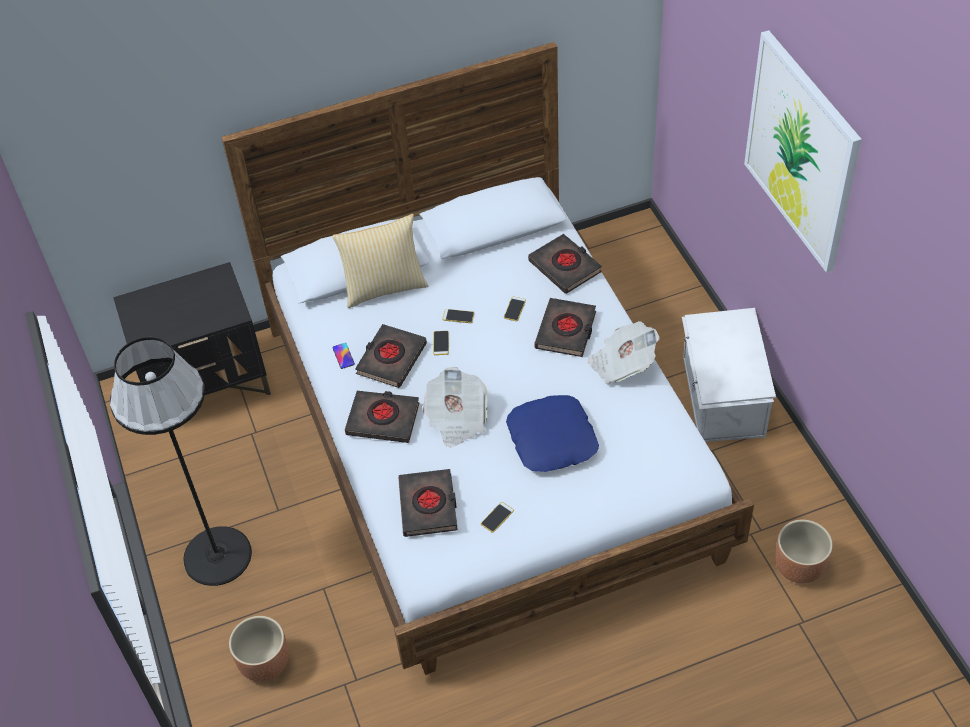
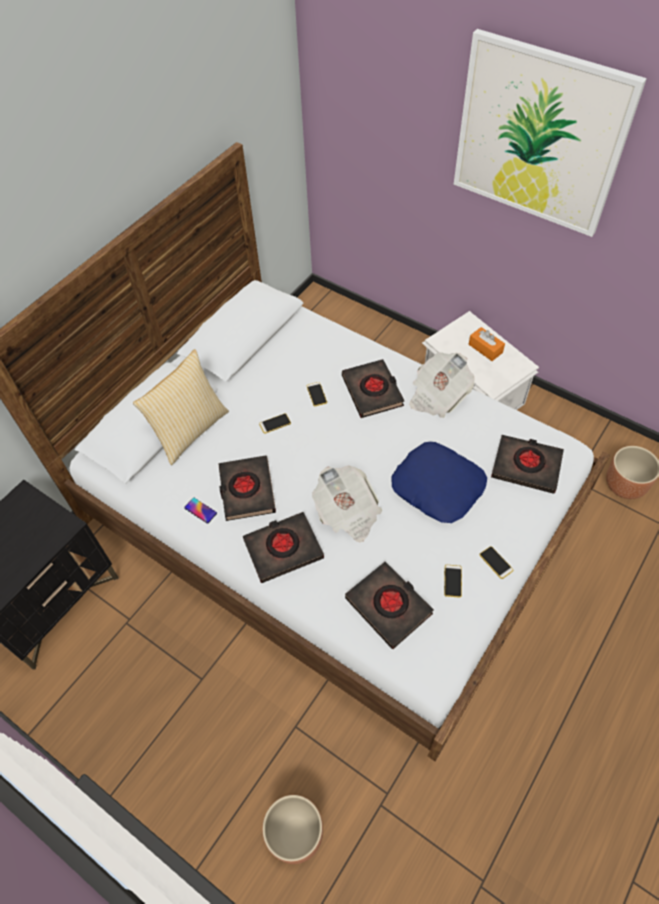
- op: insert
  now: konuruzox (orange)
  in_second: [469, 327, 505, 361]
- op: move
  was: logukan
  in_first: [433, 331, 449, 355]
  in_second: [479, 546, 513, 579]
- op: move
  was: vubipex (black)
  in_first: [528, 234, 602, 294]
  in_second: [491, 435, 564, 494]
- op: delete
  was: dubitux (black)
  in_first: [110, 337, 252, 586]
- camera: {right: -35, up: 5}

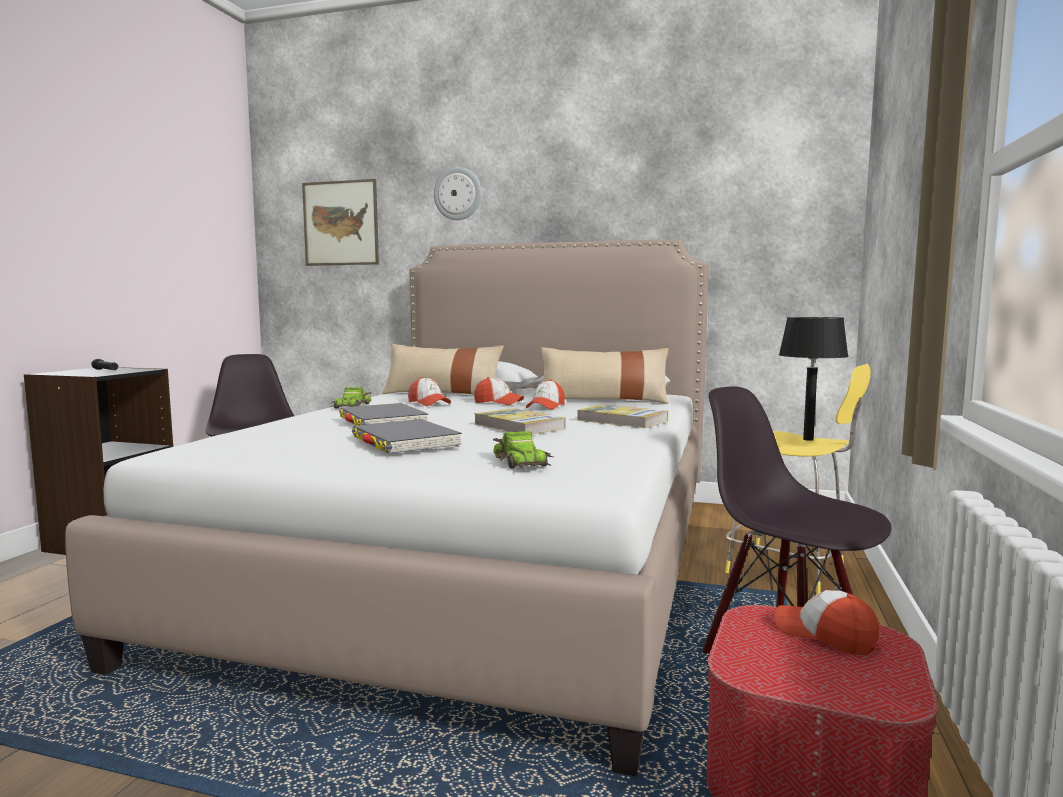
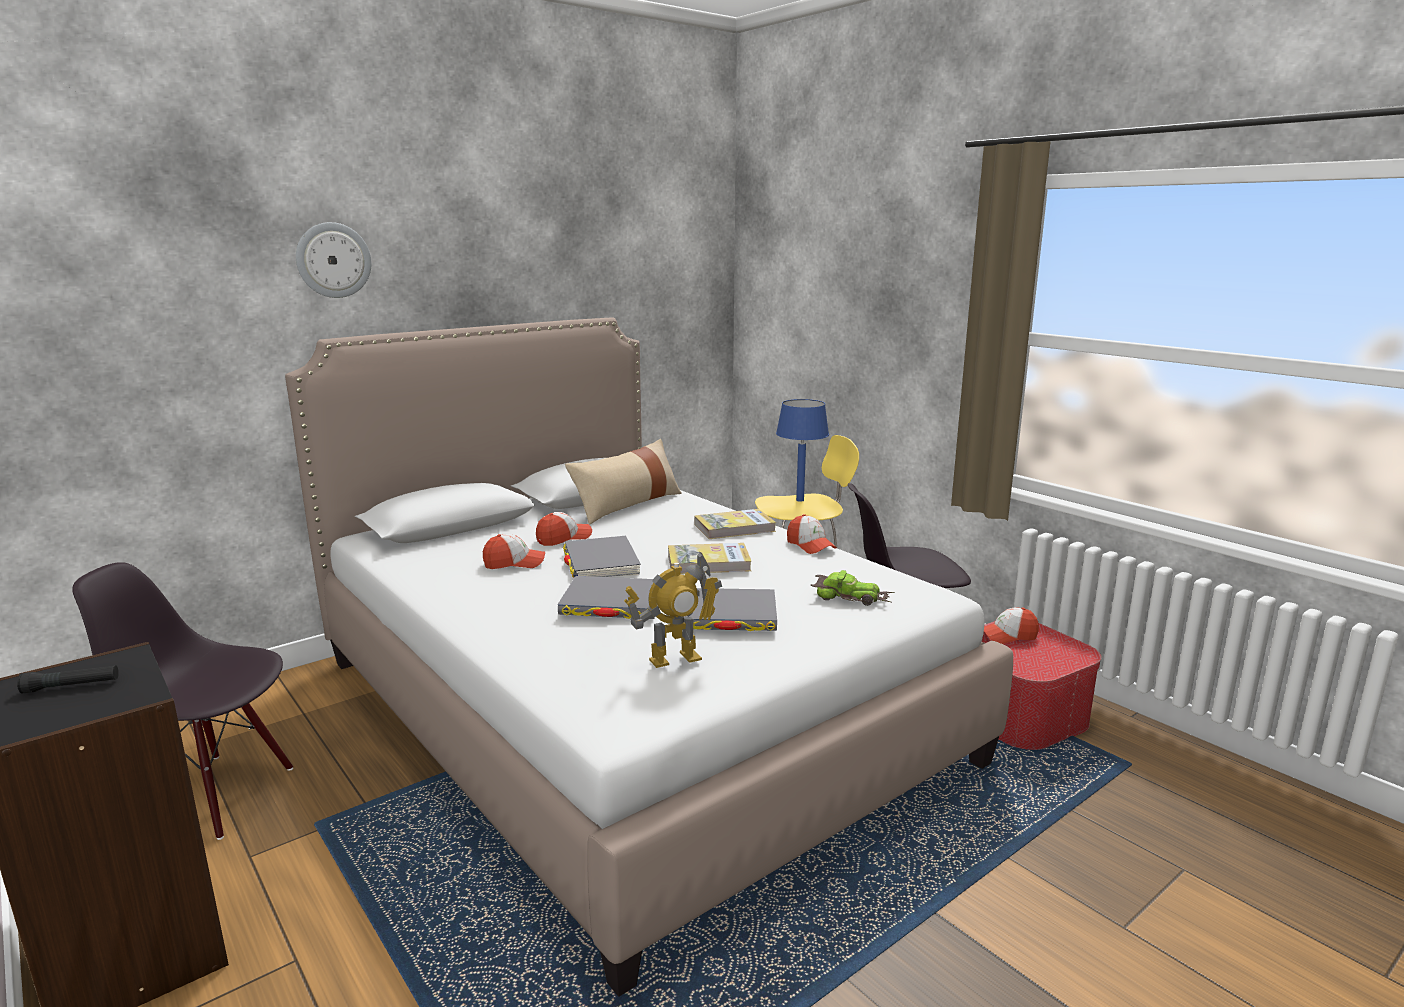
- op: insert
  now: vubipex (grey)
  in_second: [563, 536, 641, 578]
- op: insert
  now: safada
  in_second: [624, 551, 722, 668]
- op: recolor
  was: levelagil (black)
  now: levelagil (blue)
  in_first: [779, 317, 849, 441]
  in_second: [776, 399, 829, 502]
- op: move
  was: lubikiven
  in_first: [526, 380, 565, 410]
  in_second: [787, 514, 837, 554]
- op: delete
  was: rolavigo
  in_first: [302, 179, 379, 266]
- op: delete
  was: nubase
  in_first: [331, 387, 372, 409]
- op: delete
  was: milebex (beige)
  in_first: [382, 344, 504, 394]
- camera: {right: -55, up: 10}

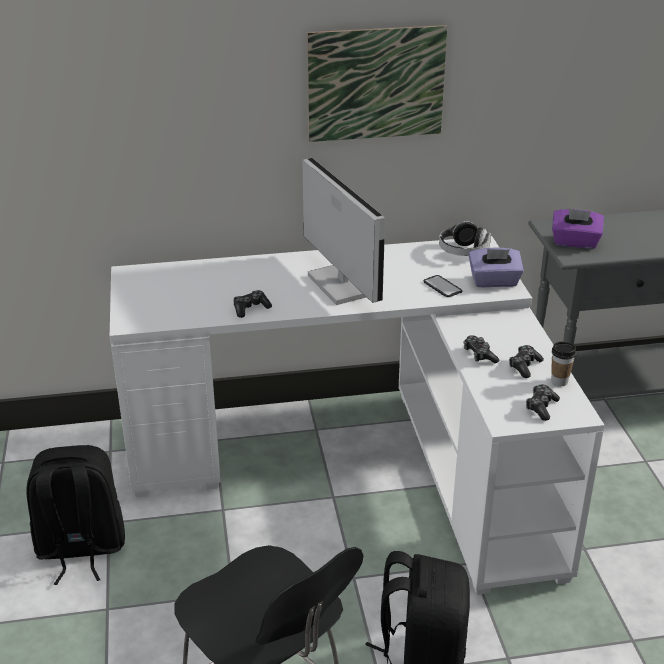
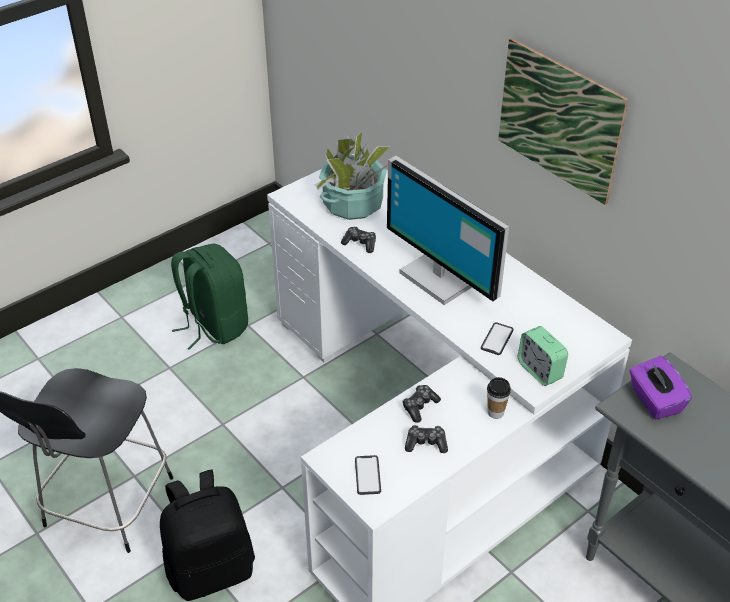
- op: recolor
  was: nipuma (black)
  now: nipuma (green)
  in_first: [27, 445, 125, 585]
  in_second: [171, 243, 248, 350]
- op: insert
  now: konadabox
  in_second: [315, 131, 390, 220]
- op: replace
  was: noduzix
  now: logukan
  in_first: [526, 384, 560, 421]
  in_second: [355, 455, 381, 495]
- op: rotate
  was: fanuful
  in_first: [302, 158, 385, 305]
  in_second: [387, 156, 509, 305]
  clockwise: 105
- op: move
  was: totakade
  in_first: [551, 342, 576, 386]
  in_second: [487, 377, 511, 419]
- op: replace
  was: konuruzox (purple)
  now: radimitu
  in_first: [469, 247, 524, 287]
  in_second: [518, 326, 568, 386]
- op: delete
  was: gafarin
  in_first: [439, 221, 491, 256]
- camera: {right: 60, up: 10}

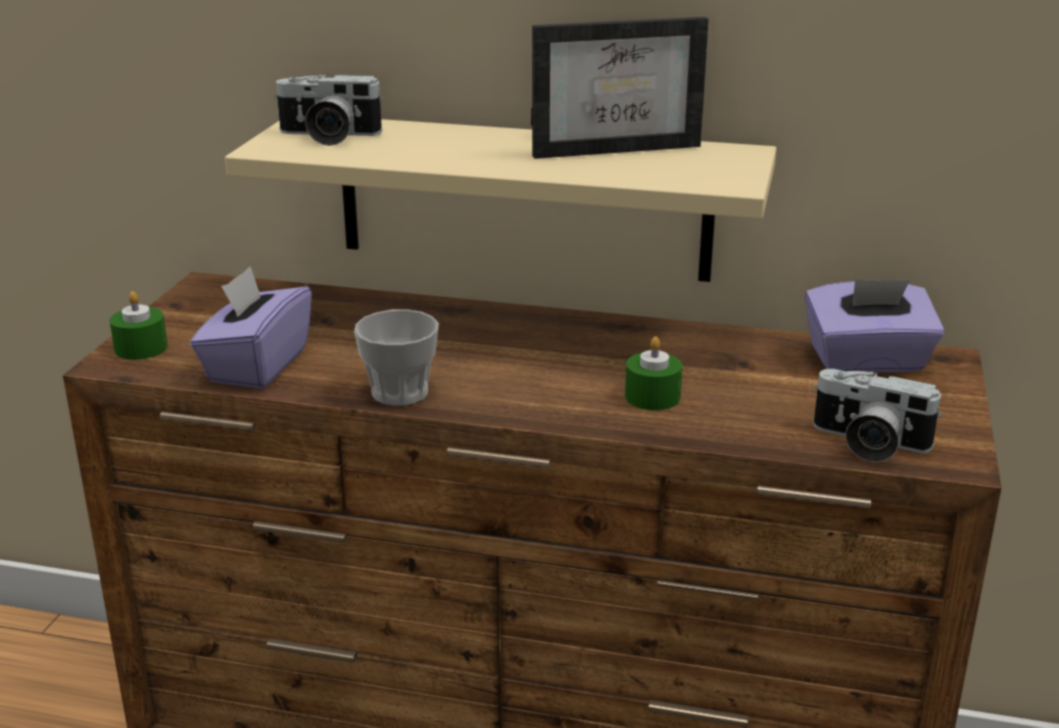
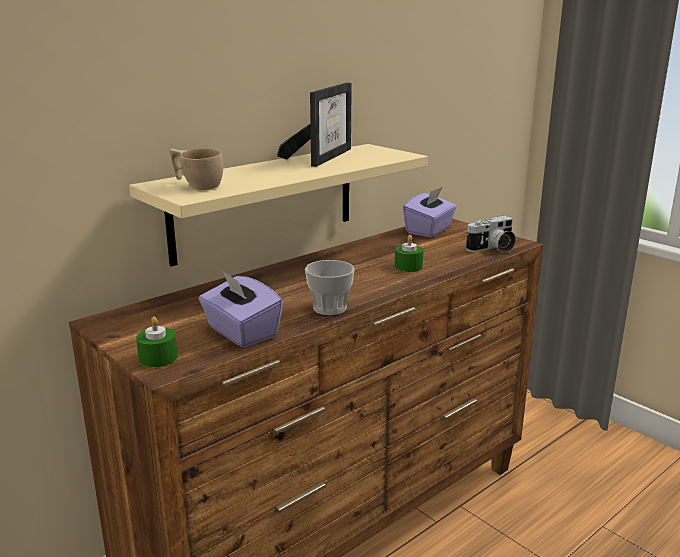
- op: replace
  was: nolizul
  now: totakade (beige)
  in_first: [274, 75, 384, 146]
  in_second: [170, 148, 223, 190]
- camera: {right: -55, up: -5}

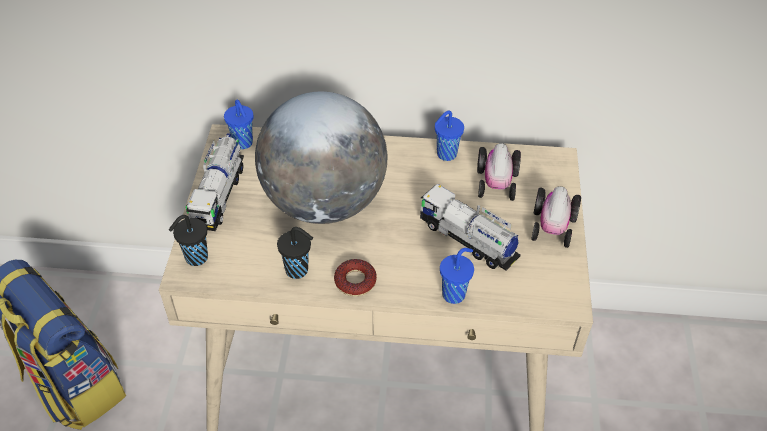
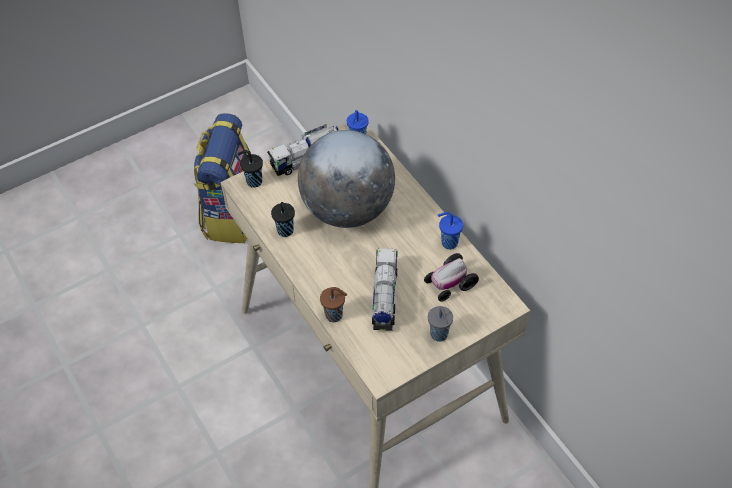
- op: recolor
  was: totakade (blue)
  now: totakade (brown)
  in_first: [440, 248, 474, 304]
  in_second: [320, 287, 347, 322]
- op: replace
  was: nubase
  now: totakade (grey)
  in_first: [531, 186, 581, 248]
  in_second: [428, 306, 453, 342]
- op: delete
  was: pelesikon
  in_first: [334, 259, 377, 296]
- camera: {right: 55, up: 5}

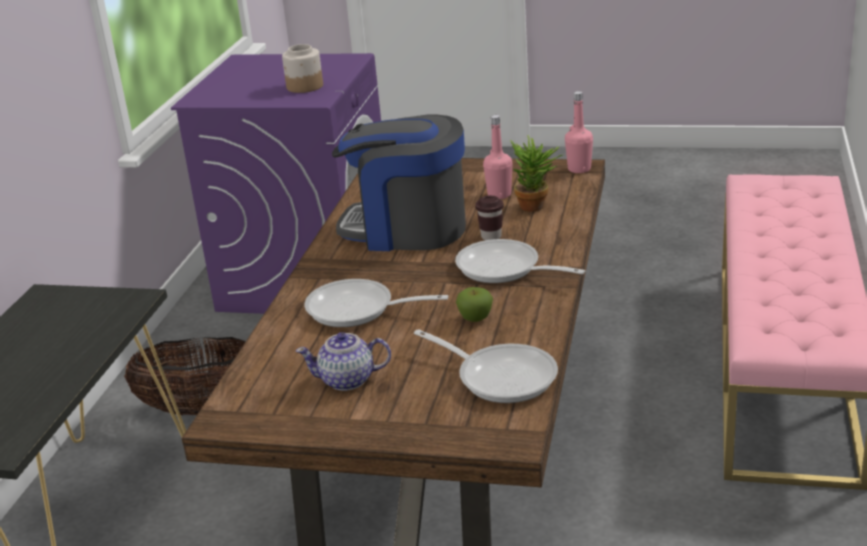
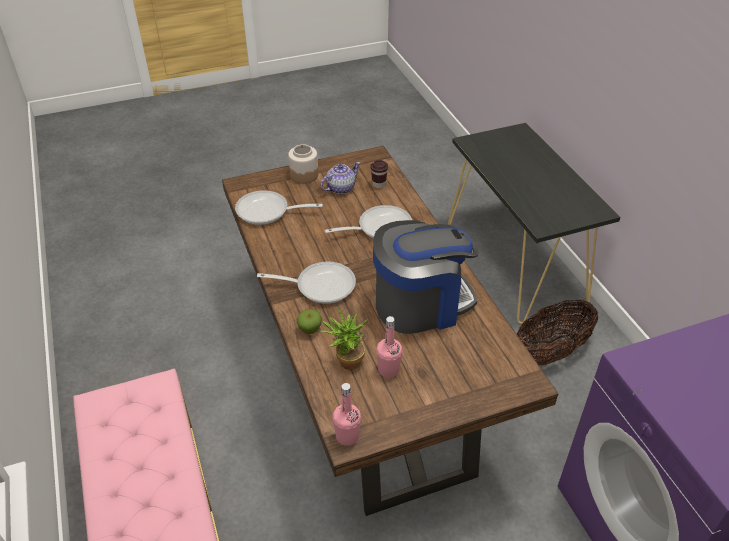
- op: move
  was: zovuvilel
  in_first: [282, 44, 323, 93]
  in_second: [288, 144, 318, 184]
- op: move
  was: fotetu
  in_first: [456, 287, 493, 322]
  in_second: [297, 309, 322, 334]
- op: move
  was: totakade (brown)
  in_first: [475, 195, 504, 240]
  in_second: [370, 160, 388, 189]
- camera: {right: 145, up: 15}

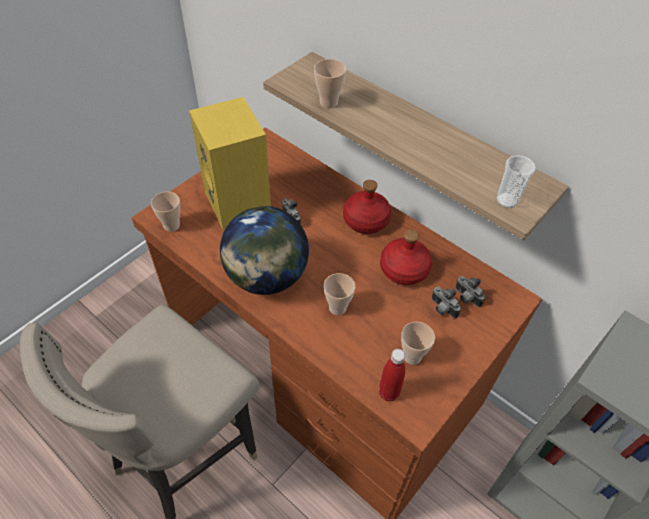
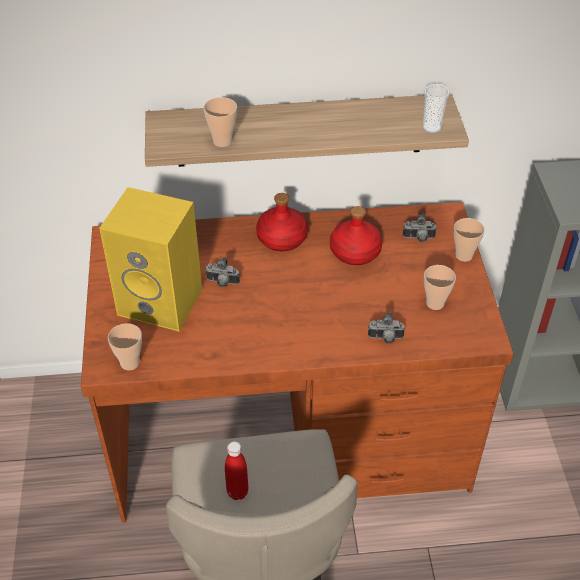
- op: move
  was: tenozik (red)
  in_first: [379, 349, 405, 401]
  in_second: [225, 441, 249, 500]
- op: move
  was: nolizul
  in_first: [431, 287, 461, 318]
  in_second: [368, 312, 405, 344]
- op: move
  was: totakade
  in_first: [324, 273, 355, 315]
  in_second: [454, 218, 485, 262]
- op: delete
  was: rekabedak
  in_first: [220, 206, 309, 295]
- camera: {right: -45, up: -5}

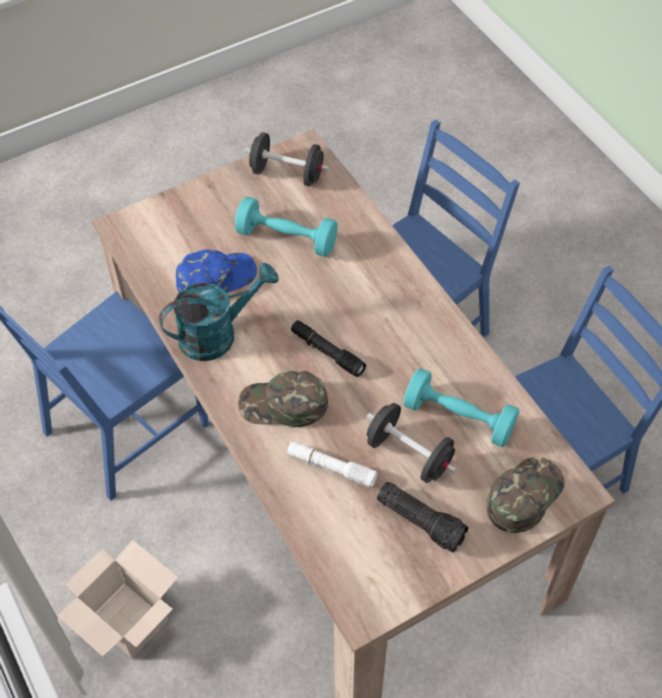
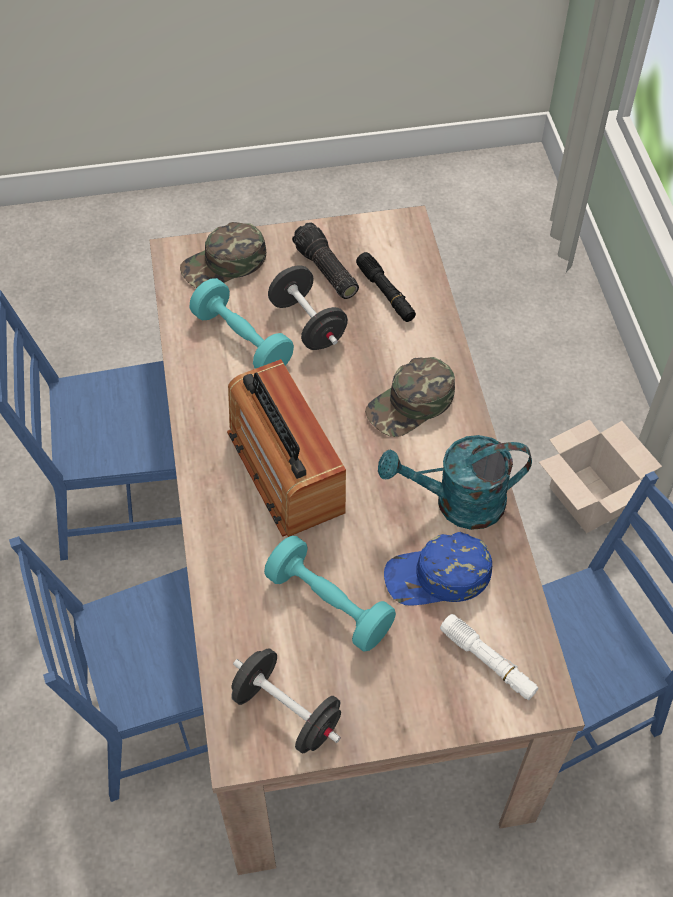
- op: insert
  now: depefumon
  in_second: [227, 359, 346, 537]
- op: move
  was: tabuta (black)
  in_first: [291, 320, 366, 377]
  in_second: [356, 252, 416, 322]
- op: rotate
  was: lubikiven (green)
  in_first: [238, 370, 328, 427]
  in_second: [365, 357, 455, 437]
  clockwise: 120
- op: move
  was: tabuta (white)
  in_first: [287, 441, 378, 488]
  in_second: [440, 614, 539, 700]
- camera: {right: -160, up: 0}

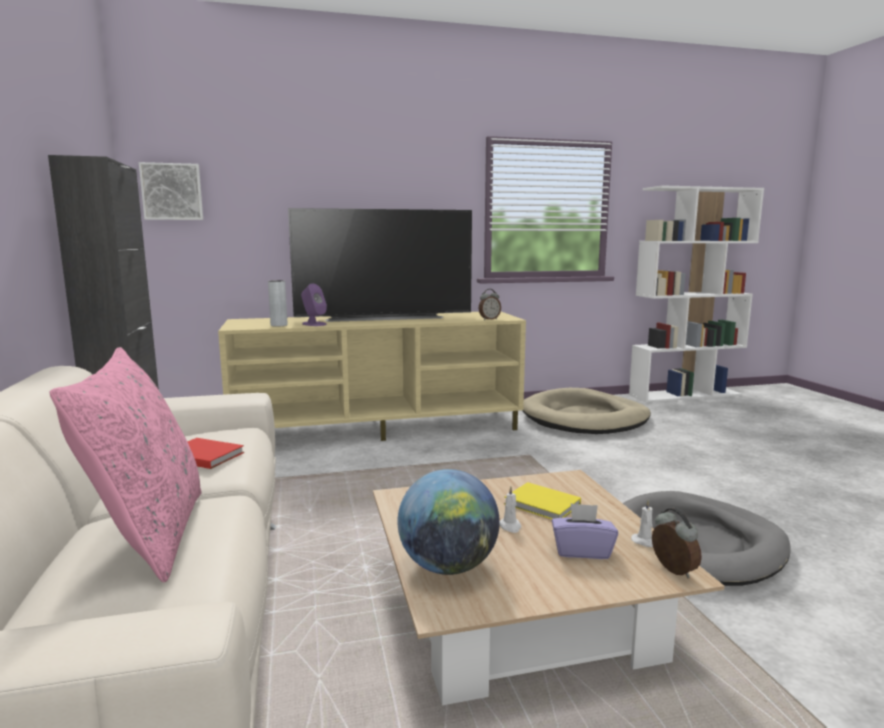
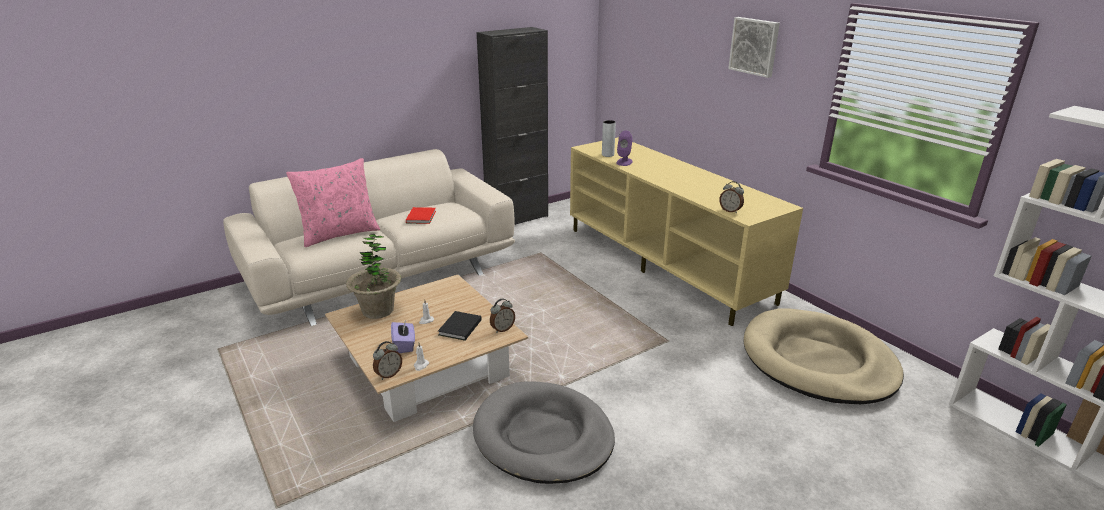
- op: replace
  was: rekabedak
  now: konadabox
  in_first: [397, 469, 500, 575]
  in_second: [346, 234, 401, 319]
- op: recolor
  was: vubipex (yellow)
  now: vubipex (black)
  in_first: [504, 482, 581, 519]
  in_second: [438, 311, 482, 341]
- op: insert
  now: radimitu
  in_second: [490, 299, 515, 333]
- op: move
  was: rolavigo
  in_first: [139, 162, 203, 220]
  in_second: [728, 17, 780, 78]
- op: delete
  was: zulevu
  in_first: [288, 208, 472, 322]
- camera: {right: 70, up: 15}

